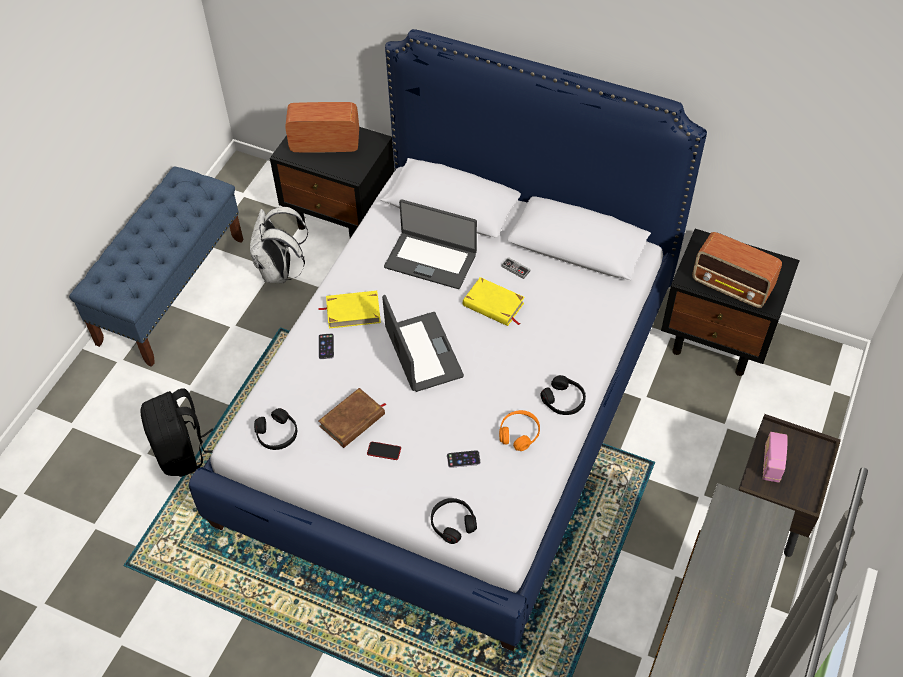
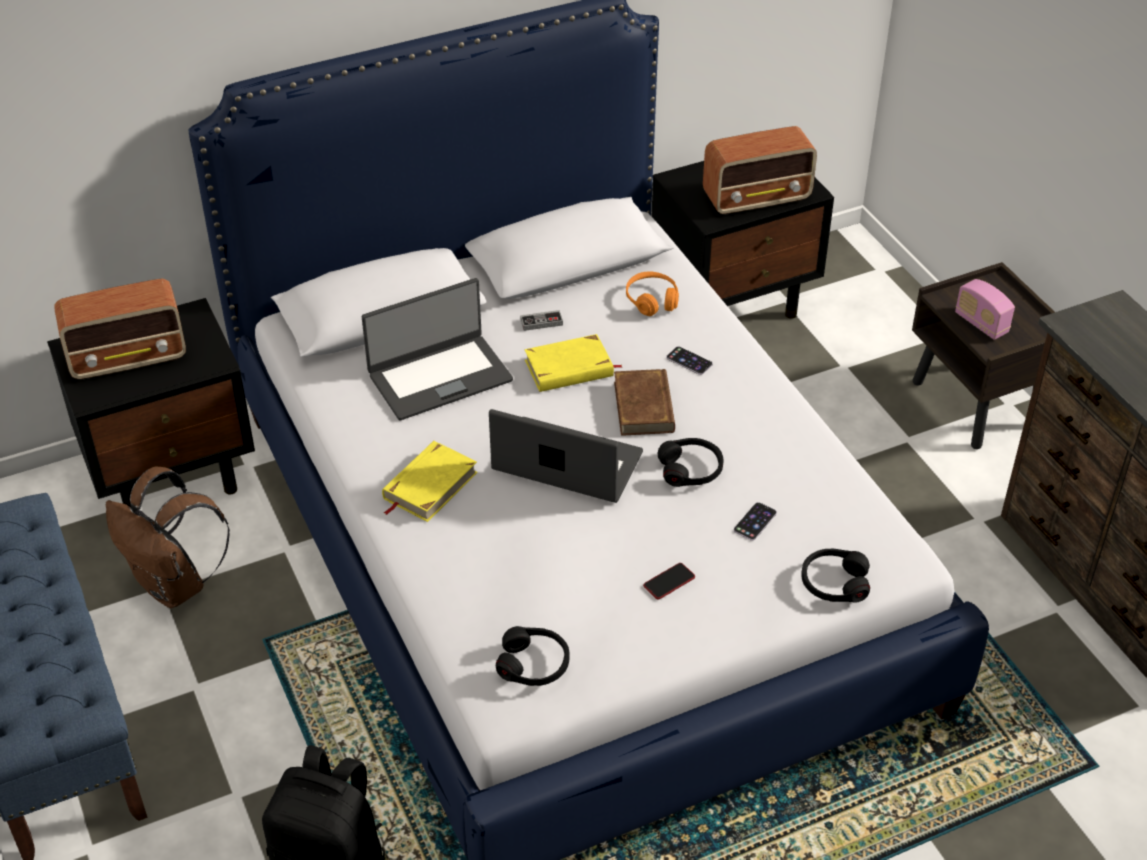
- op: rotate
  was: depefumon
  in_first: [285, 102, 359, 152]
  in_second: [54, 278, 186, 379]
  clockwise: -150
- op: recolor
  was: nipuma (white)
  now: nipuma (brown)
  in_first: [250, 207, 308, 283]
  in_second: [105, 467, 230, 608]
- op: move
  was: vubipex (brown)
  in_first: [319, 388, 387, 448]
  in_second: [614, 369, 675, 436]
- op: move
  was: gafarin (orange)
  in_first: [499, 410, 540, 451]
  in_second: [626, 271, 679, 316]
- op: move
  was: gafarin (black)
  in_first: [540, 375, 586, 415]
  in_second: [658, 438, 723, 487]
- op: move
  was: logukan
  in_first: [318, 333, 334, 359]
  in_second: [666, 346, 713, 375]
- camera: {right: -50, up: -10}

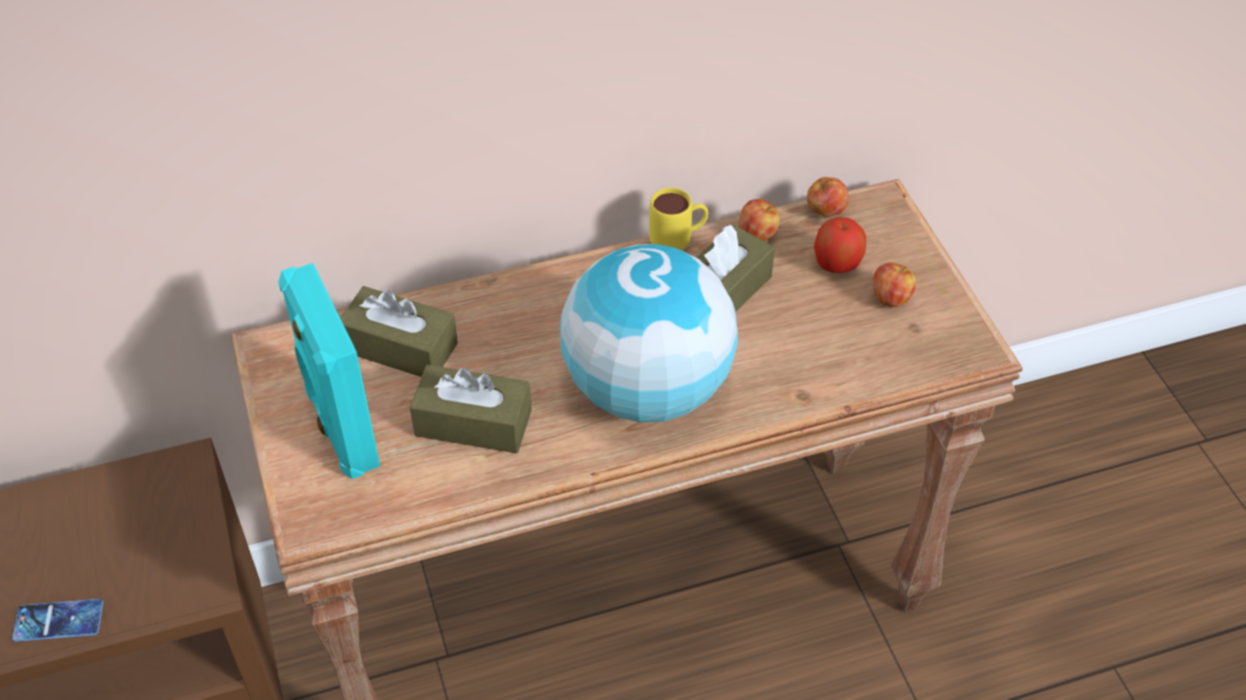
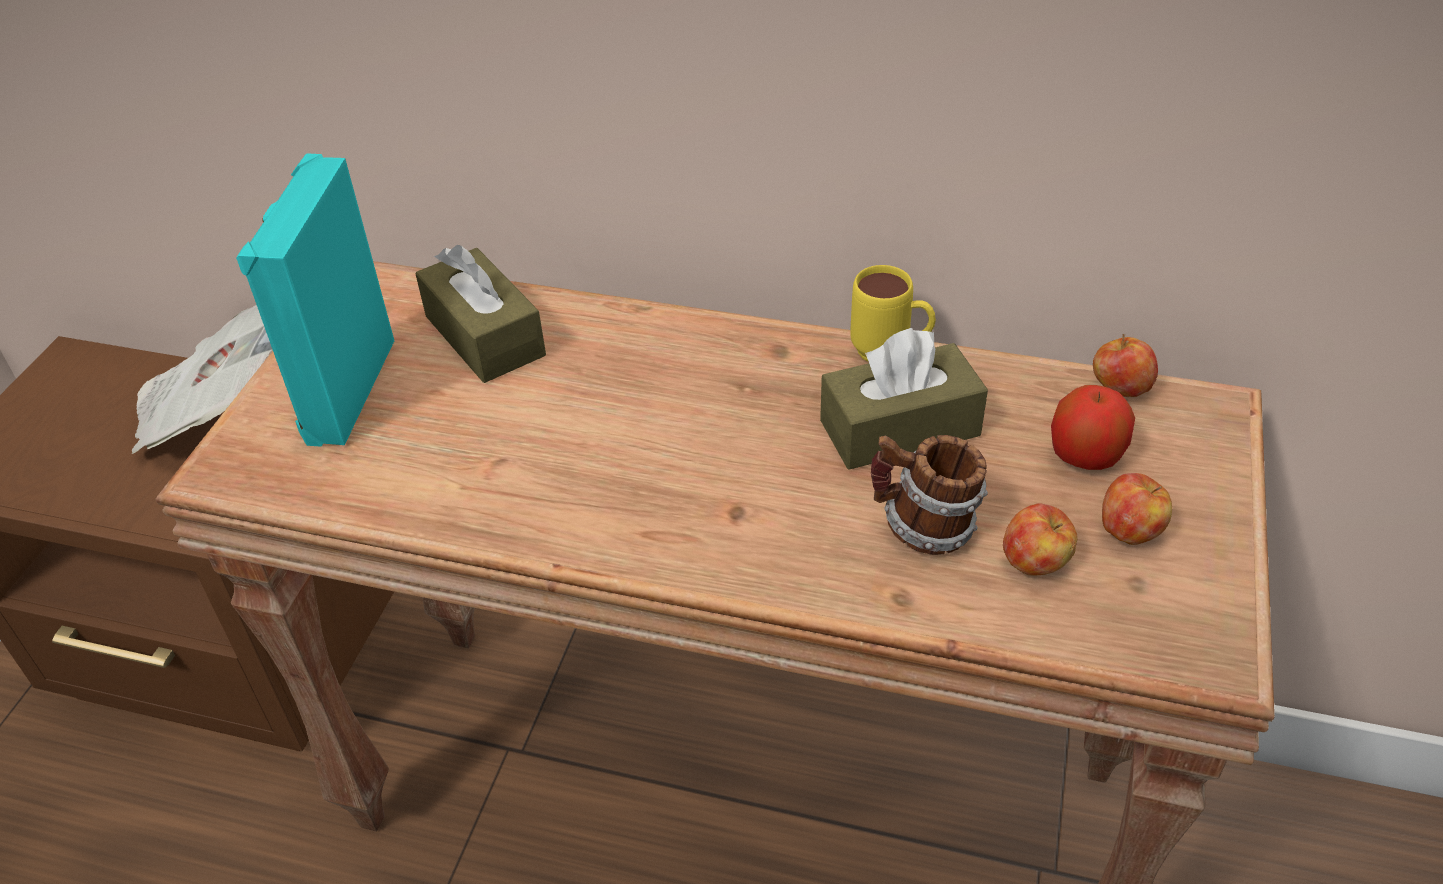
- op: insert
  now: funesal
  in_second: [132, 305, 272, 454]
- op: insert
  now: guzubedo
  in_second: [871, 435, 988, 555]
- op: move
  was: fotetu
  in_first: [739, 199, 780, 241]
  in_second: [1003, 503, 1077, 576]
- op: delete
  was: logukan
  in_first: [12, 599, 103, 642]
- op: delete
  was: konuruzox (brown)
  in_first: [410, 365, 532, 454]
- op: delete
  was: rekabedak
  in_first: [560, 244, 738, 422]
- camera: {right: 35, up: -5}

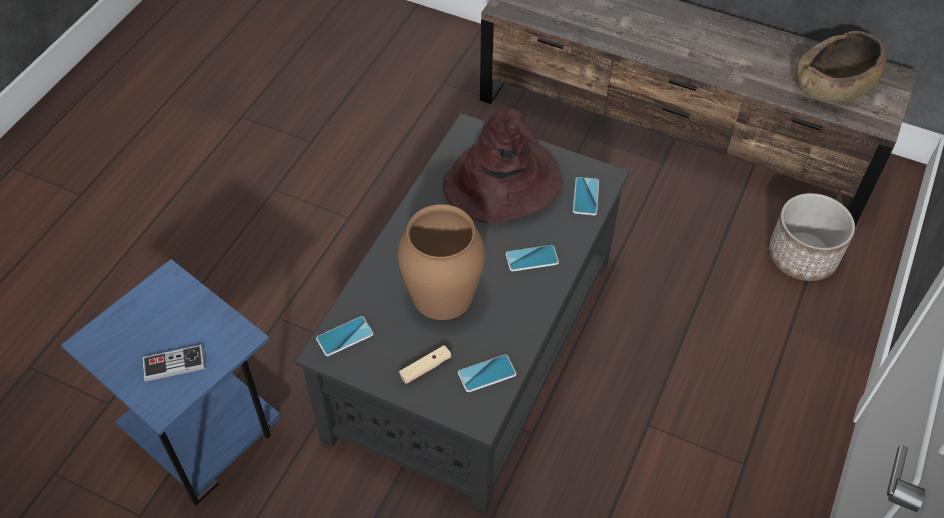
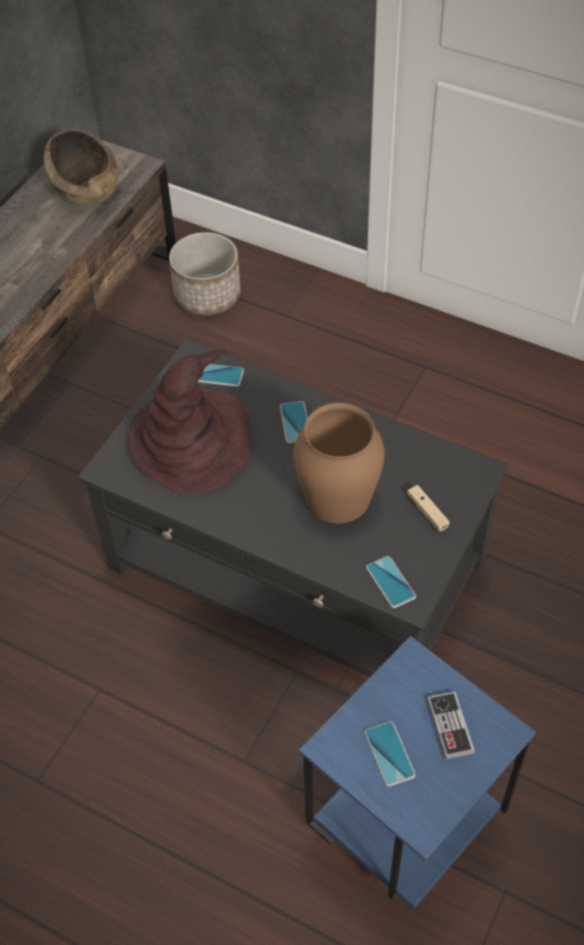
- op: move
  was: logukan
  in_first: [458, 354, 516, 392]
  in_second: [364, 721, 416, 786]
- camera: {right: -85, up: 0}

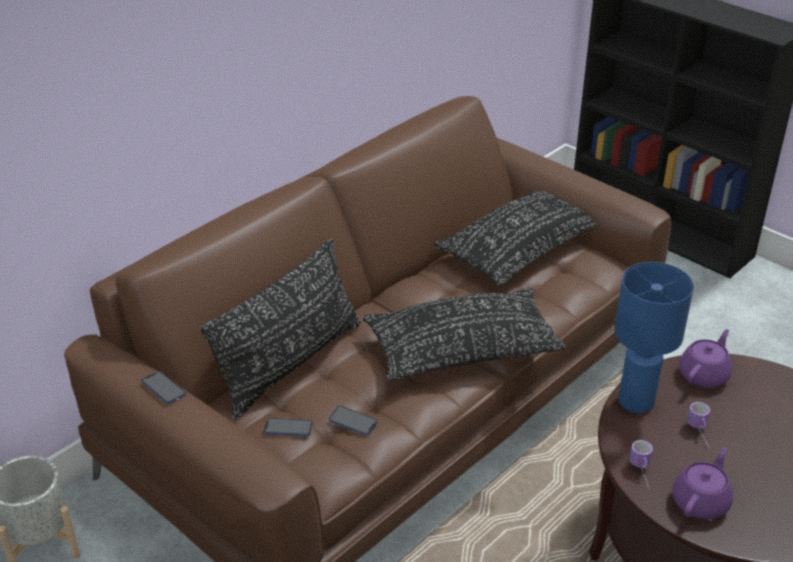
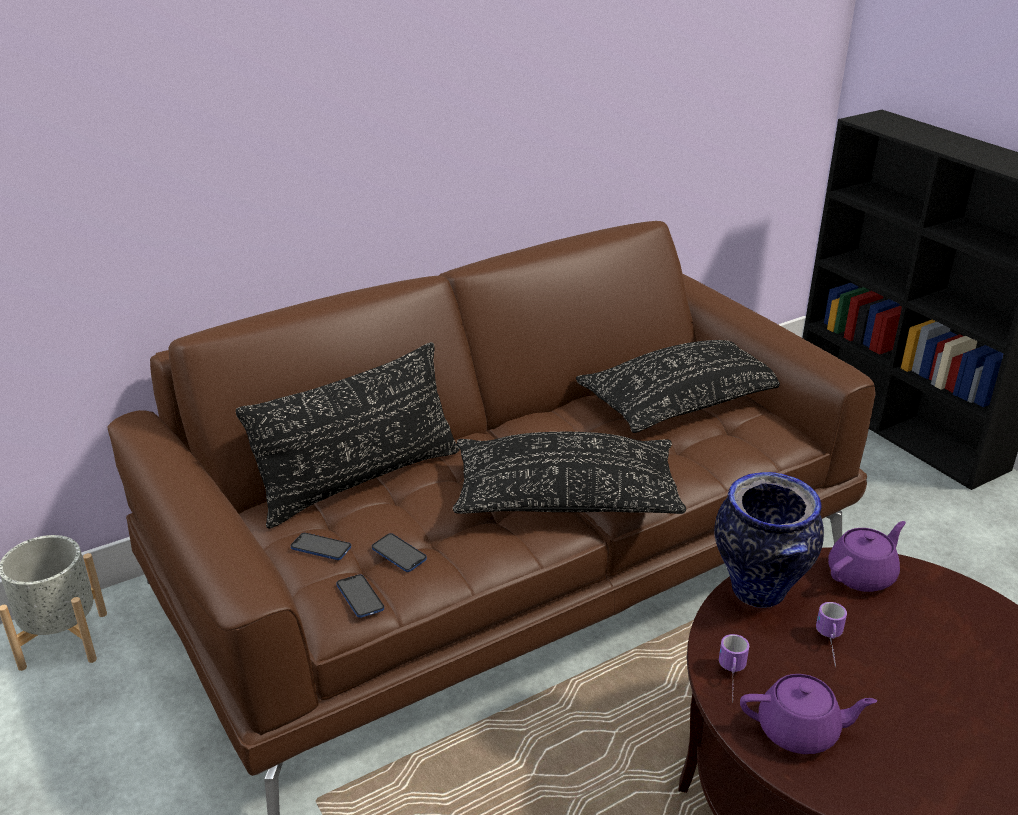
- op: move
  was: logukan
  in_first: [141, 371, 186, 404]
  in_second: [337, 574, 384, 618]
- op: replace
  was: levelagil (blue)
  now: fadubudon
  in_first: [614, 262, 694, 413]
  in_second: [714, 472, 824, 608]
- op: rotate
  was: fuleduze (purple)
  in_first: [672, 447, 733, 519]
  in_second: [740, 674, 877, 754]
  clockwise: 45
- camera: {right: 15, up: -5}

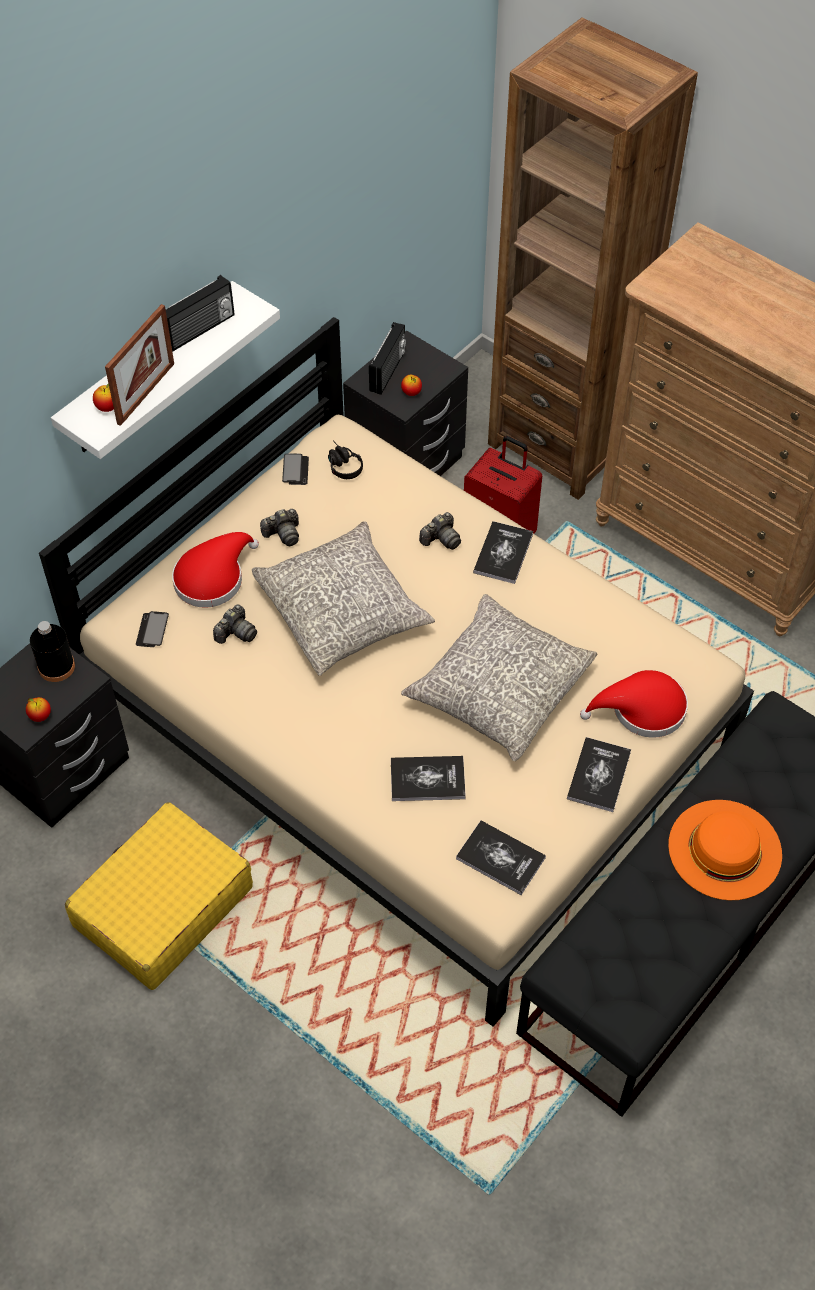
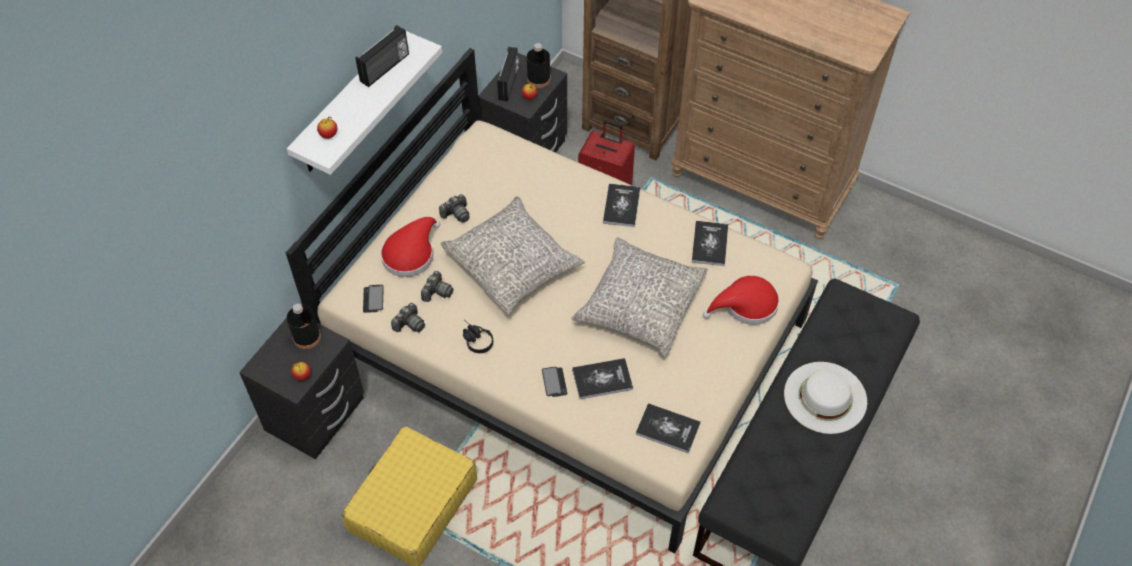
- op: move
  was: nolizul
  in_first: [419, 512, 461, 550]
  in_second: [391, 303, 425, 332]
- op: move
  was: gafarin (black)
  in_first: [328, 441, 363, 479]
  in_second: [463, 321, 493, 353]
- op: insert
  now: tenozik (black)
  in_second: [527, 43, 551, 88]
- op: move
  was: logukan
  in_first: [282, 454, 309, 485]
  in_second: [542, 367, 567, 397]
- op: move
  was: vubipex
  in_first: [567, 737, 631, 812]
  in_second: [692, 221, 728, 266]
- op: recolor
  was: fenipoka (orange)
  now: fenipoka (white)
  in_first: [668, 800, 782, 900]
  in_second: [784, 362, 867, 434]
- op: delete
  was: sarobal
  in_first: [105, 304, 174, 426]
- camera: {right: -10, up: 0}

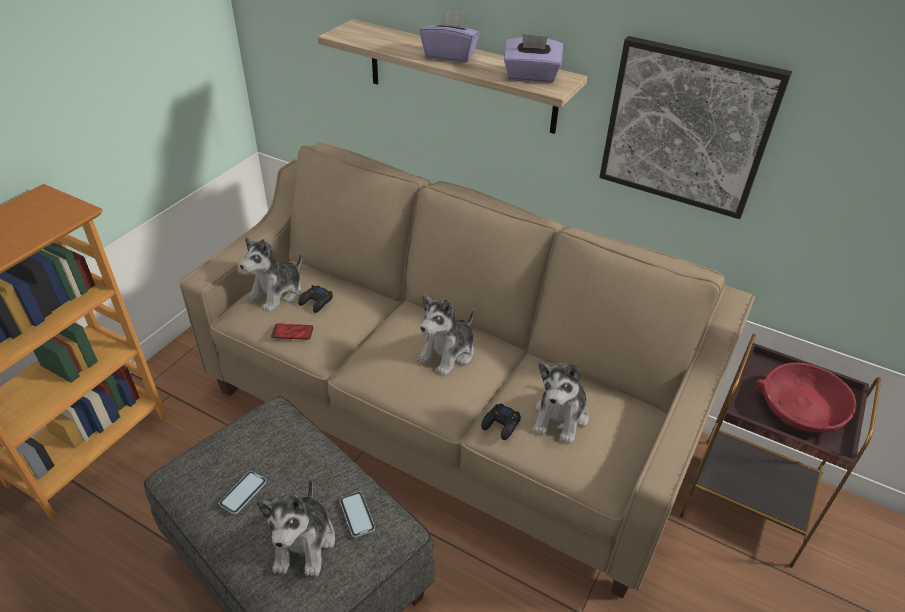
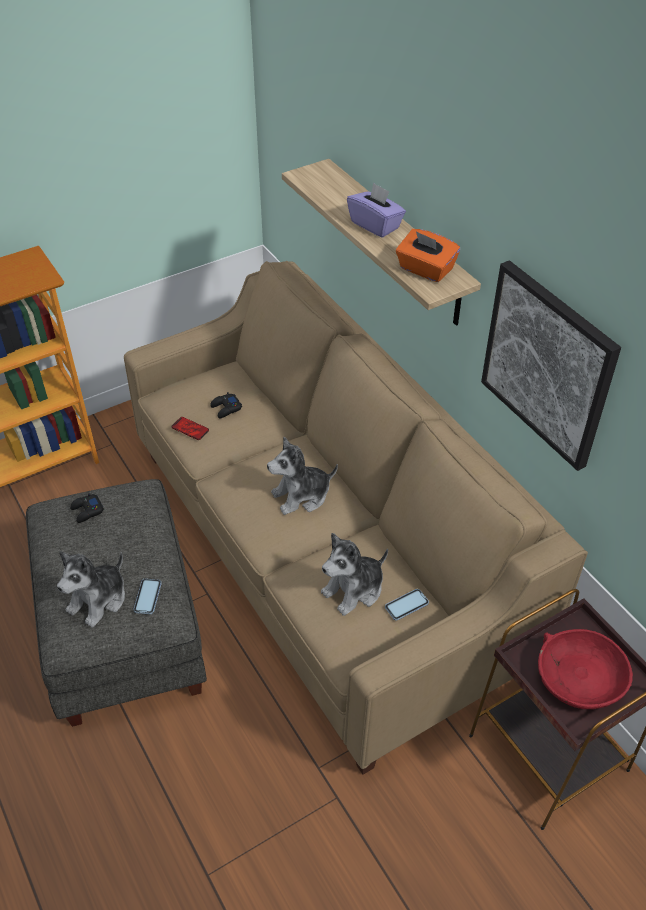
- op: move
  was: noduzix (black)
  in_first: [481, 403, 521, 440]
  in_second: [70, 493, 104, 523]
- op: move
  was: logukan
  in_first: [219, 471, 267, 515]
  in_second: [385, 589, 429, 621]
- op: recolor
  was: konuruzox (purple)
  now: konuruzox (orange)
  in_first: [504, 34, 563, 83]
  in_second: [396, 229, 460, 282]
- op: delete
  was: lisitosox
  in_first: [240, 237, 302, 312]
- camera: {right: 30, up: 5}

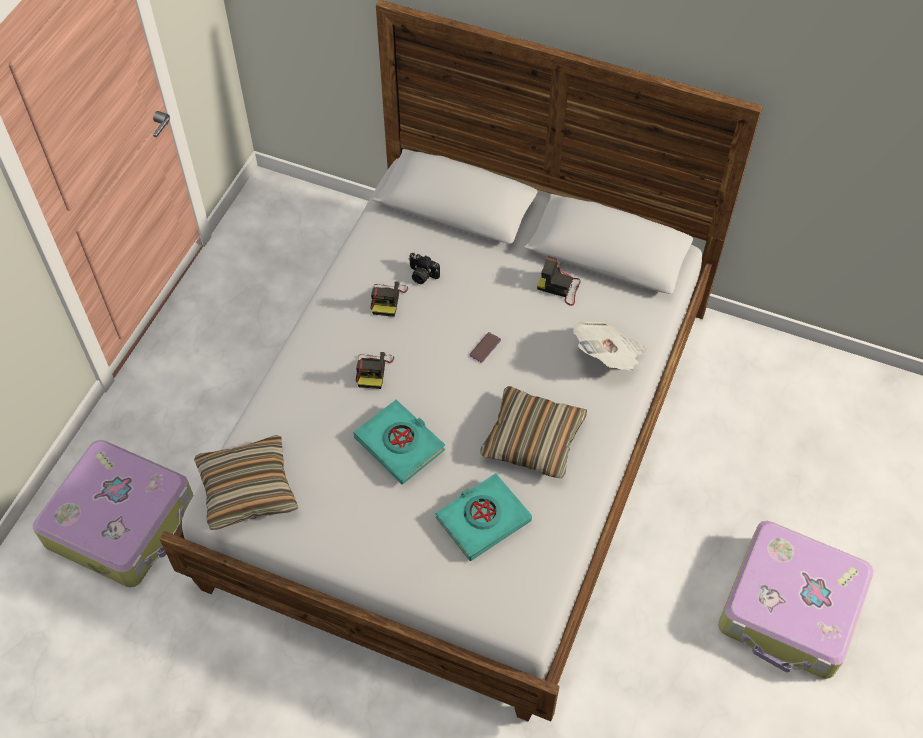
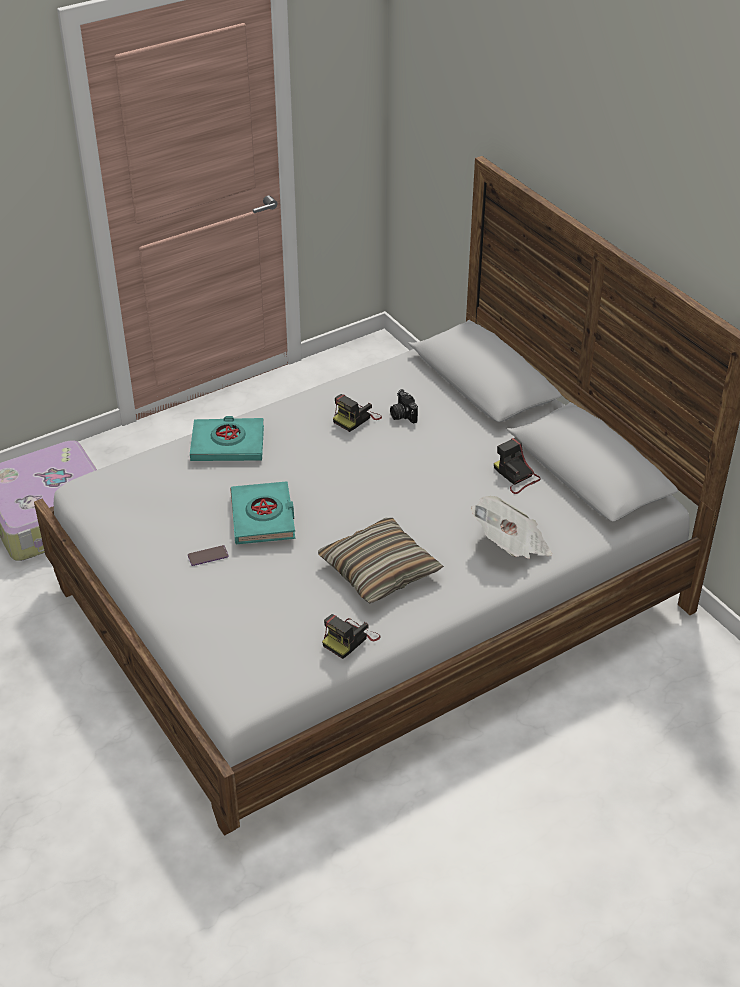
- op: move
  was: logukan
  in_first: [469, 332, 501, 363]
  in_second: [188, 545, 229, 566]
- op: move
  was: vubipex (turquoise)
  in_first: [435, 473, 532, 561]
  in_second: [190, 416, 264, 461]
- op: move
  was: nolizul
  in_first: [356, 352, 394, 389]
  in_second: [322, 614, 381, 659]
- op: delete
  was: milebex
  in_first: [194, 435, 298, 530]
- op: delete
  was: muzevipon
  in_first: [718, 521, 874, 679]
- camera: {right: 35, up: -15}

